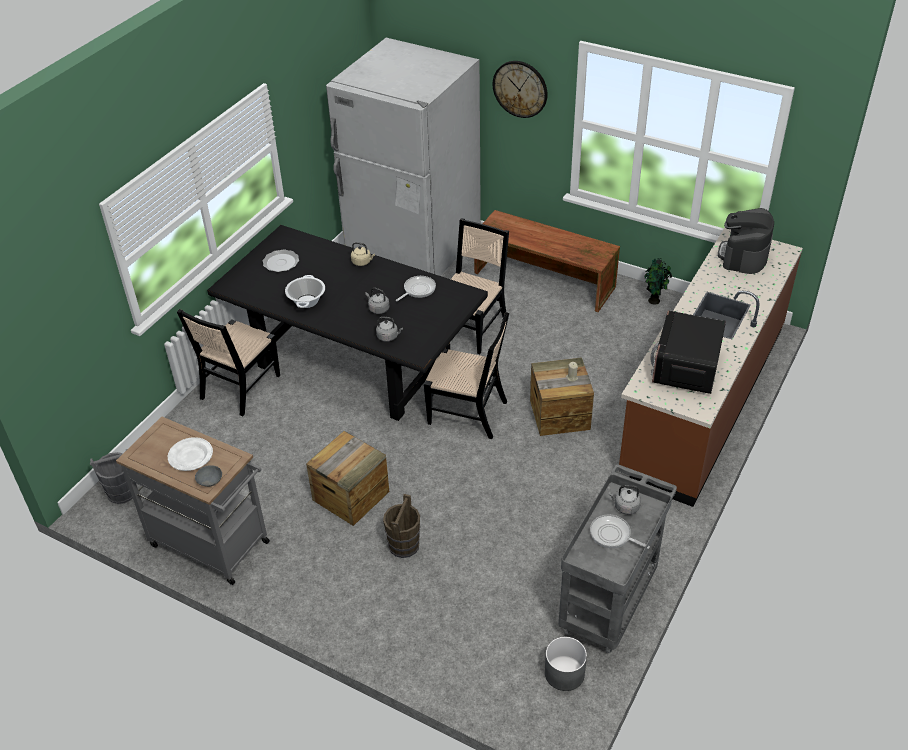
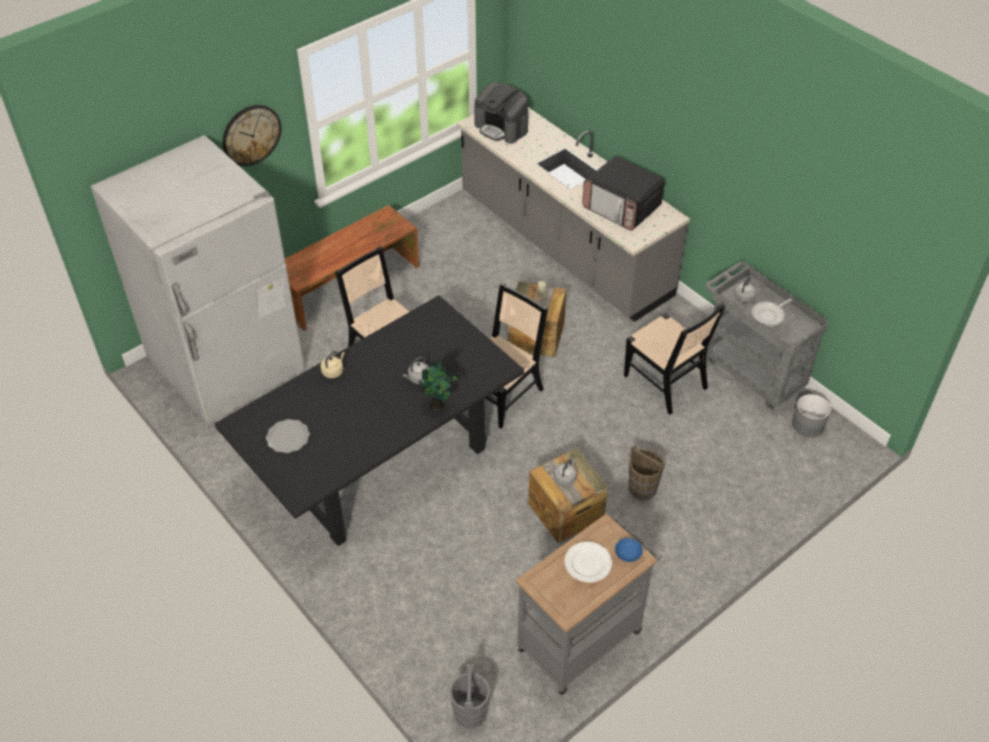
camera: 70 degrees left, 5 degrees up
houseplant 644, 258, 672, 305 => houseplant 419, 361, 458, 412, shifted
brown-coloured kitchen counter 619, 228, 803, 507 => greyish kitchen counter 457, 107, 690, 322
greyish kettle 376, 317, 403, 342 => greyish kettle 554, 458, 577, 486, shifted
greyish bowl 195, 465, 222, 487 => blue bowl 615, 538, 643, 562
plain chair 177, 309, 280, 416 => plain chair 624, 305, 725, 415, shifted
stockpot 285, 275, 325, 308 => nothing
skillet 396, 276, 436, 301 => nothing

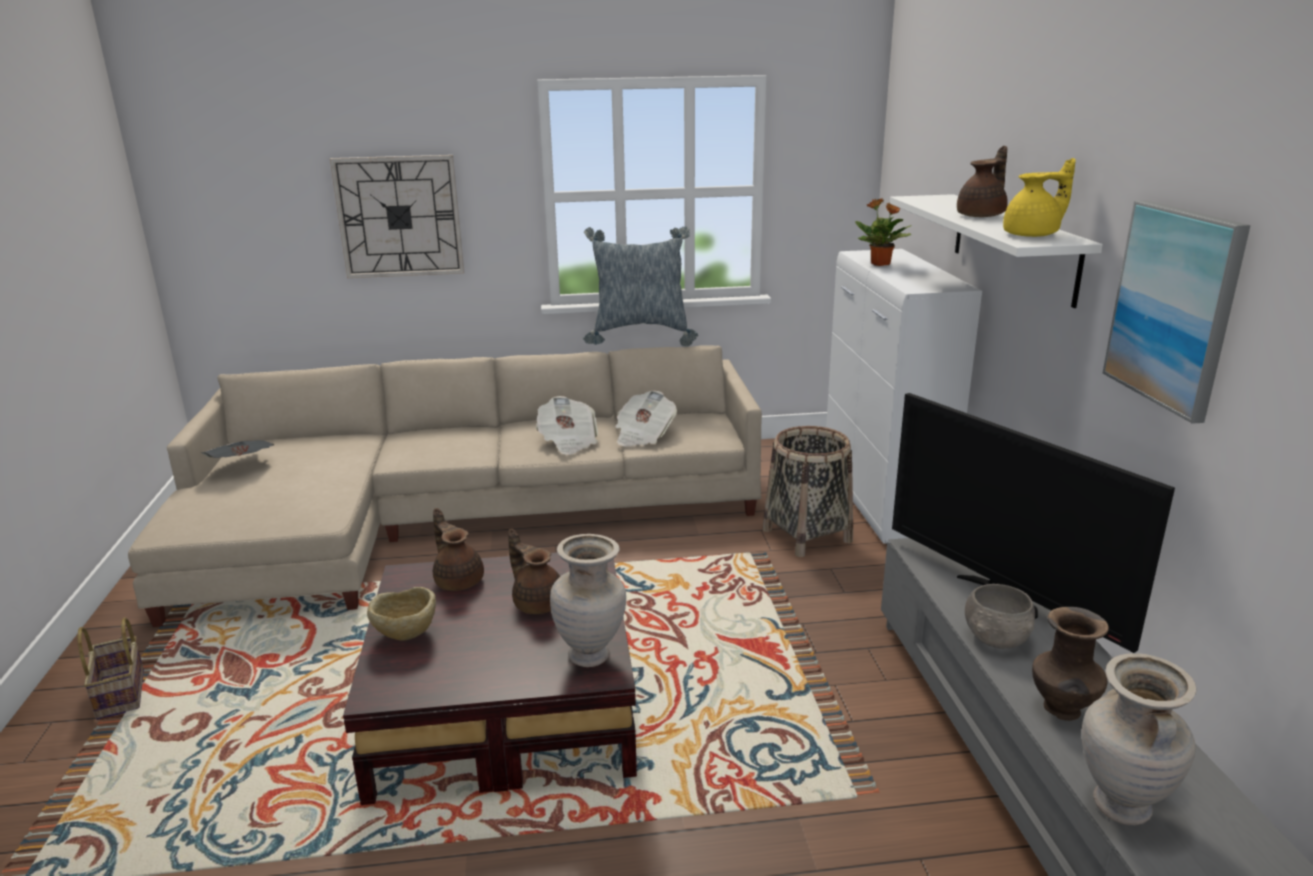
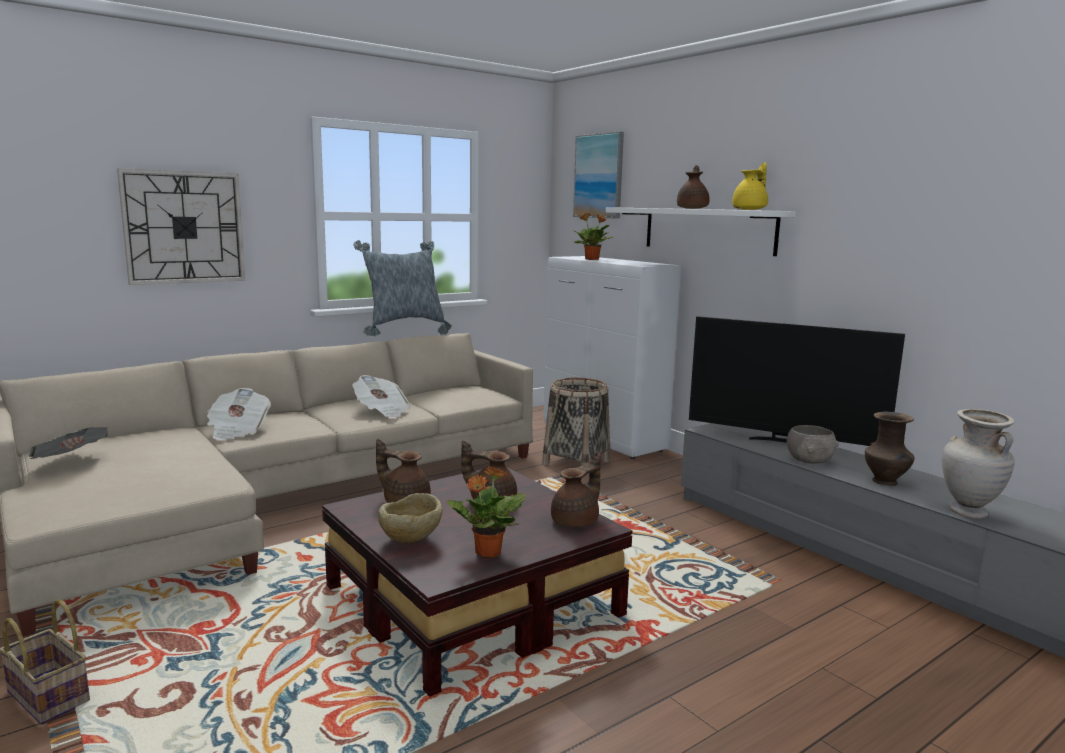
camera: 30 degrees left, 10 degrees down
daily paper 615, 391, 677, 447 => daily paper 207, 388, 271, 440, shifted
nothing => houseplant 447, 466, 526, 557
beige-coloured vase 550, 534, 626, 667 => brown-coloured pot for tea 551, 451, 601, 527
wall picture 1103, 200, 1251, 424 => wall picture 573, 131, 624, 219, shifted

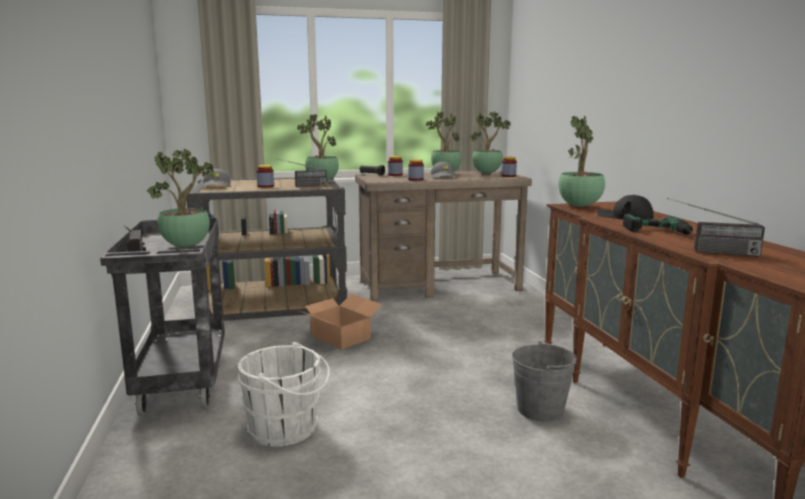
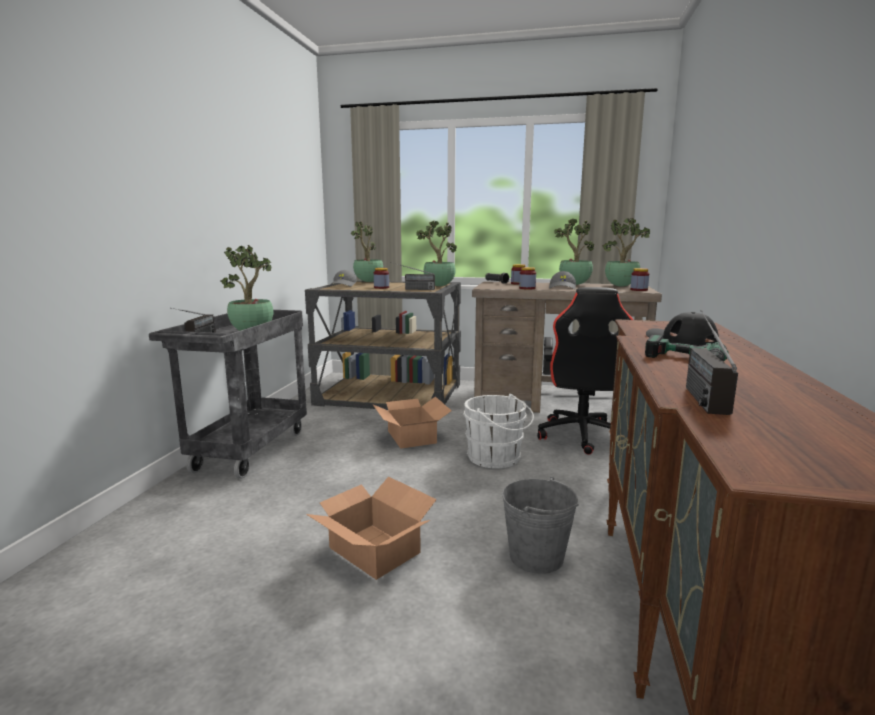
camera: 25 degrees right, 0 degrees up
nothing => packing box 306, 477, 437, 580
houseplant 558, 116, 605, 207 => houseplant 350, 222, 383, 282, shifted
white bucket 238, 342, 330, 447 => white bucket 463, 394, 534, 468, shifted
nothing => blackish office chair 537, 287, 634, 455
radio receiver 667, 198, 765, 257 => radio receiver 686, 310, 738, 415, 60 degrees clockwise

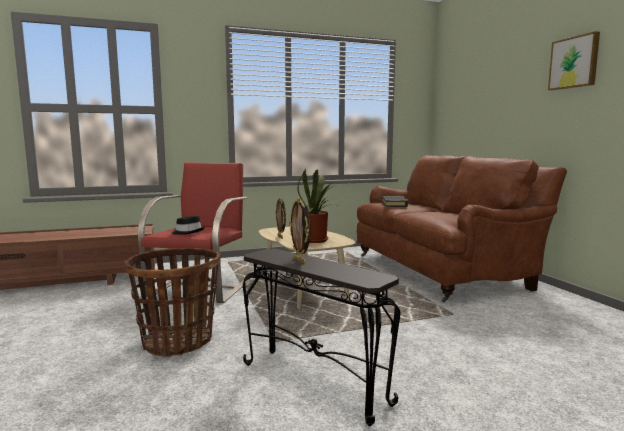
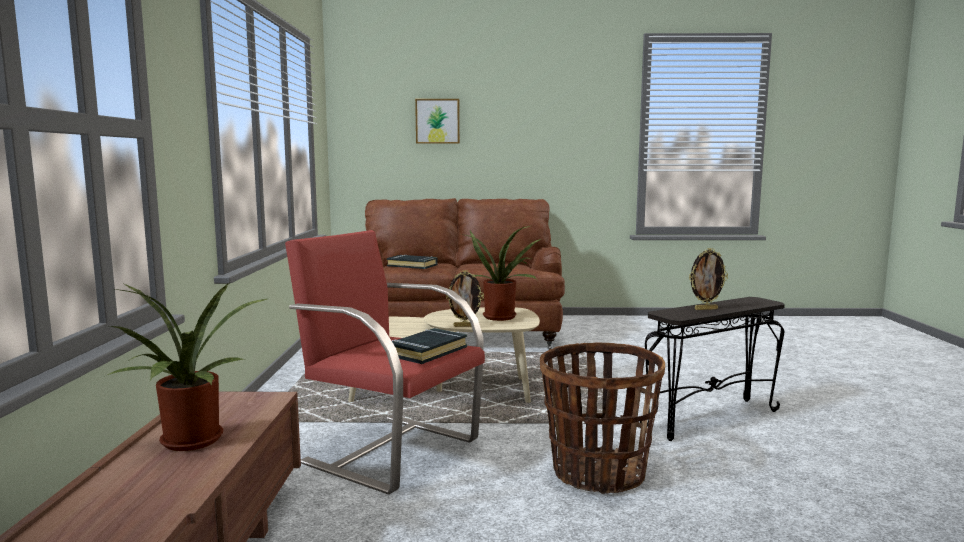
camera: 70 degrees left, 0 degrees up
nothing => houseplant 108, 283, 267, 451
blackish clothing hat 172, 215, 204, 235 => blackish book 392, 328, 467, 364
wall picture 548, 31, 600, 90 => wall picture 415, 99, 460, 144, shifted

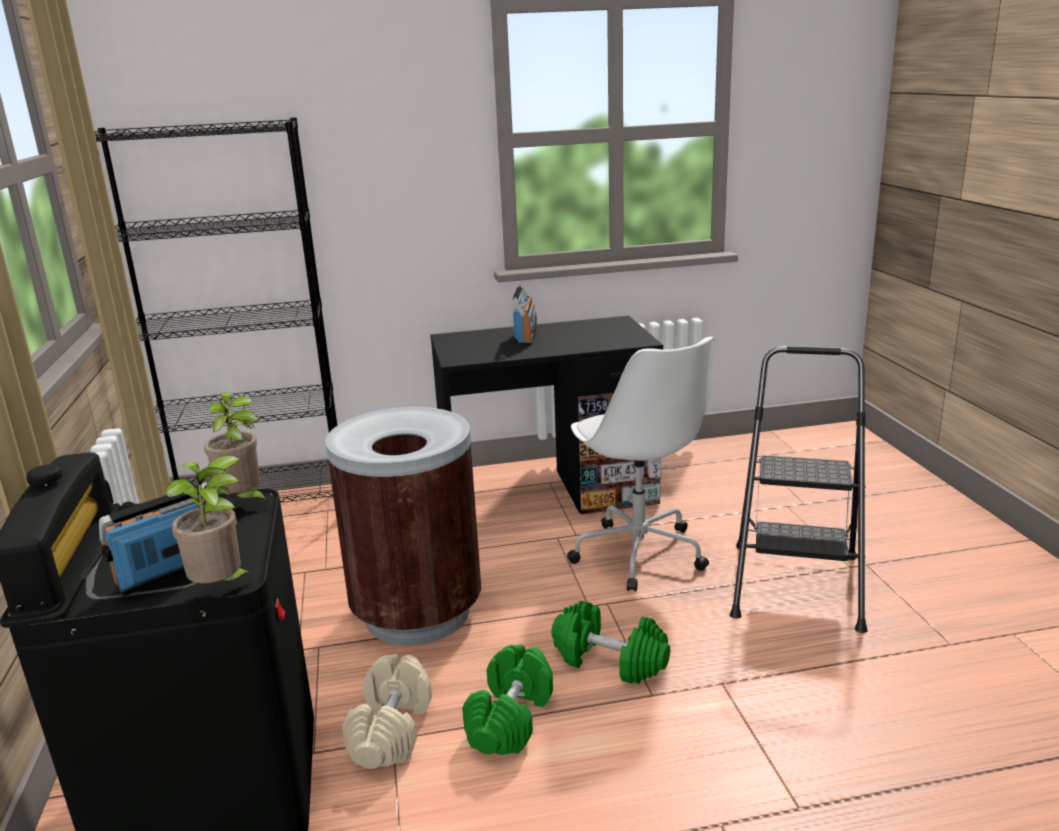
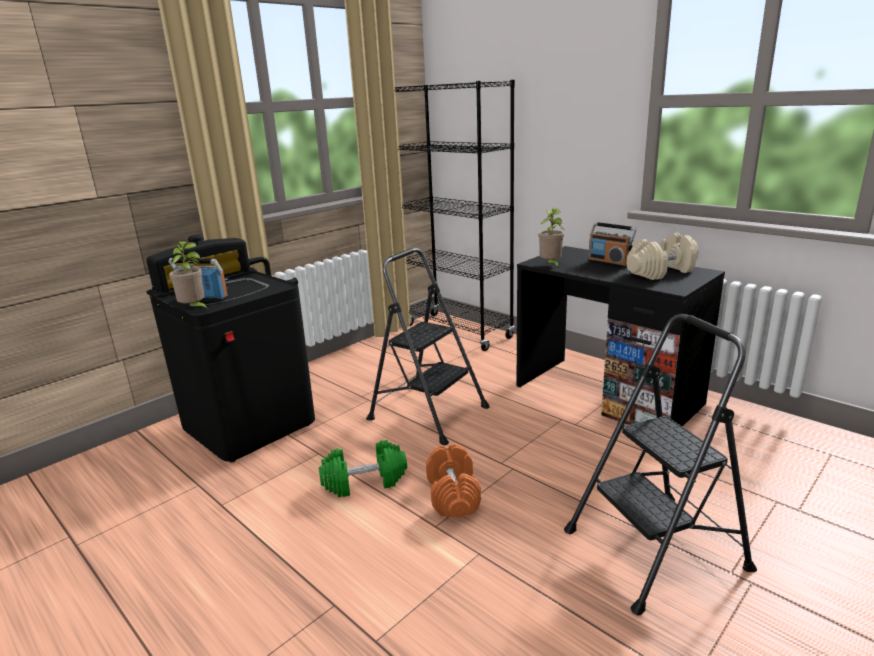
camera: 55 degrees right, 0 degrees up
brown-coloured waste bin 325, 407, 481, 645 => blackish step ladder 366, 248, 490, 445
green free weight 551, 601, 670, 684 => orangey free weight 426, 444, 481, 517
houseplant 204, 393, 268, 503 => houseplant 539, 208, 564, 268, shifted
radio receiver 512, 285, 537, 345 => radio receiver 588, 222, 637, 268, 75 degrees clockwise
beige-coloured free weight 343, 654, 432, 769 => beige-coloured free weight 627, 233, 699, 280, shifted
white office chair 567, 337, 715, 591 => nothing

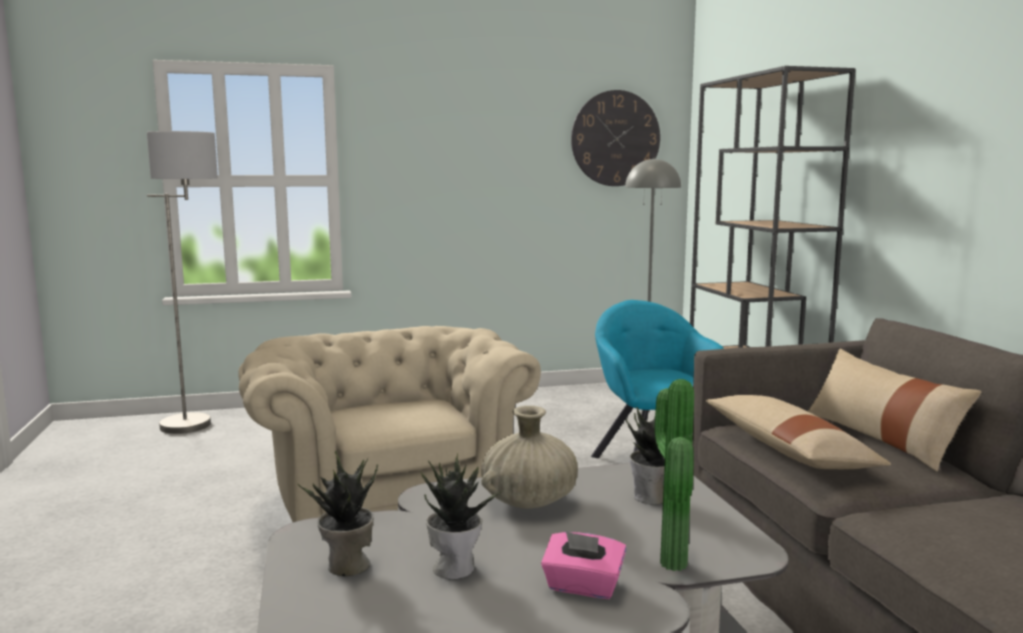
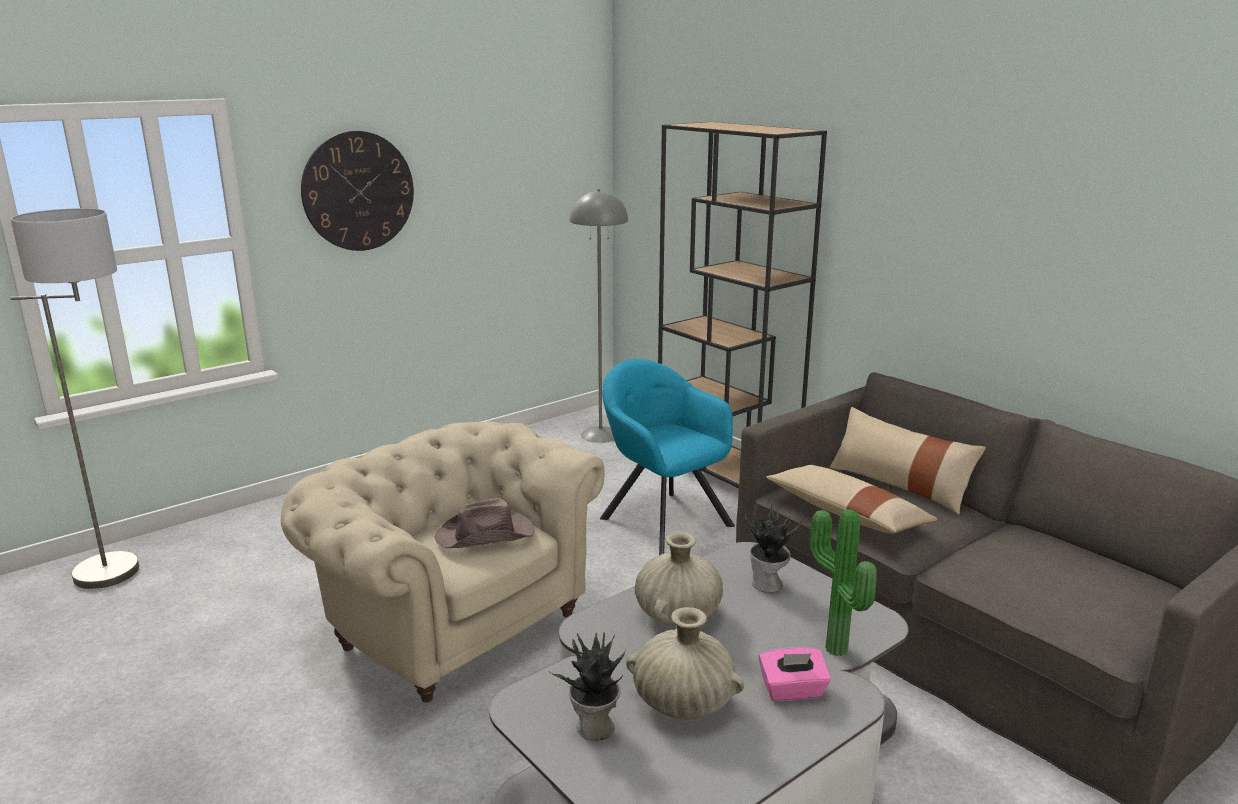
camera: 25 degrees left, 10 degrees up
hanging clock 571, 90, 660, 186 => hanging clock 301, 131, 414, 251, shifted
nothing => brown-coloured clothing hat 434, 498, 534, 548
houseplant 420, 453, 504, 579 => beige-coloured vase 626, 607, 744, 719

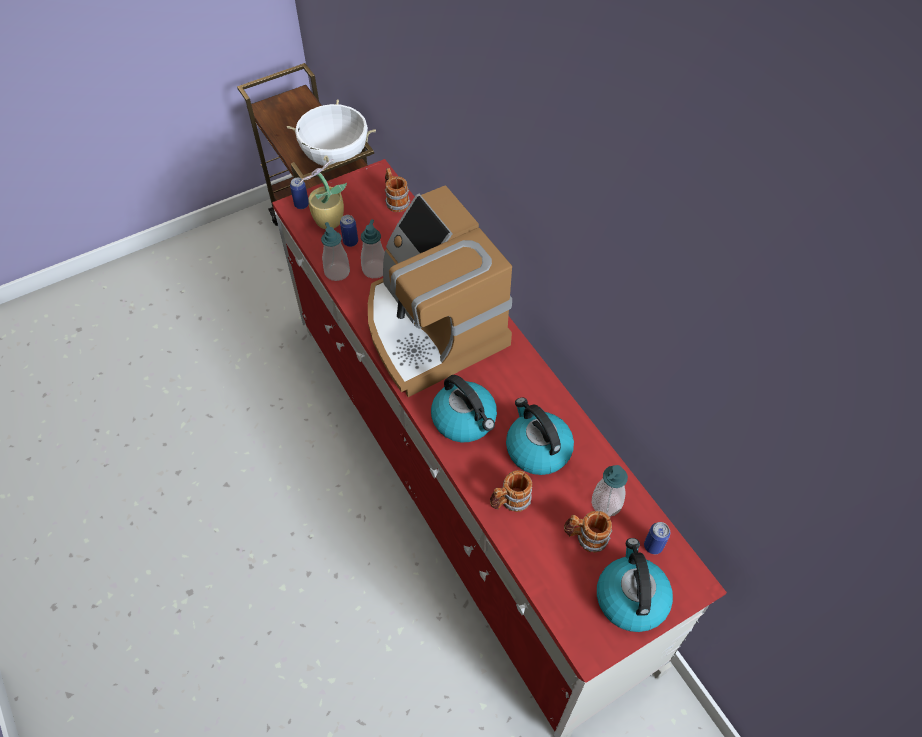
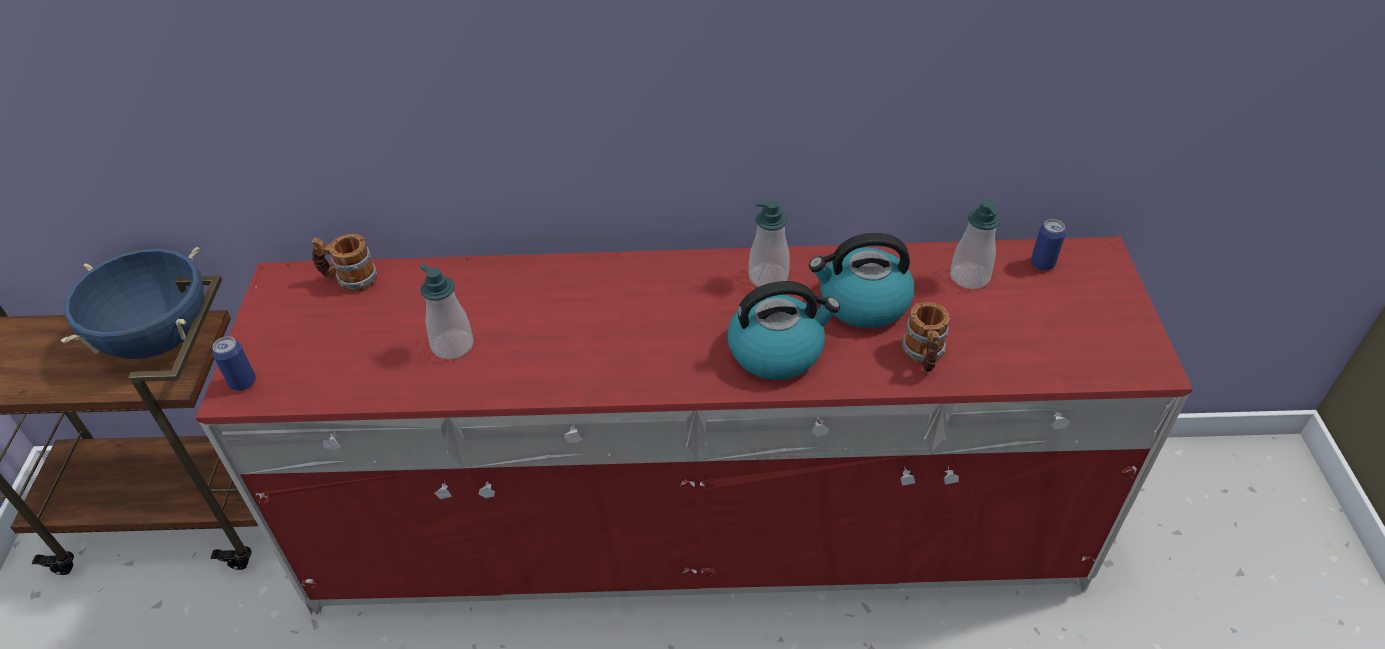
camera: 60 degrees left, 10 degrees down
white stockpot 287, 100, 376, 166 => blue stockpot 61, 247, 204, 359
soap dispenser 321, 222, 350, 281 => soap dispenser 749, 200, 790, 287, shifted
houseplant 300, 159, 347, 229 => nothing
sealed can 340, 215, 358, 247 => nothing
coffee maker 368, 185, 512, 397 => nothing
tea mug 564, 511, 612, 553 => nothing
kettle 597, 538, 673, 632 => nothing

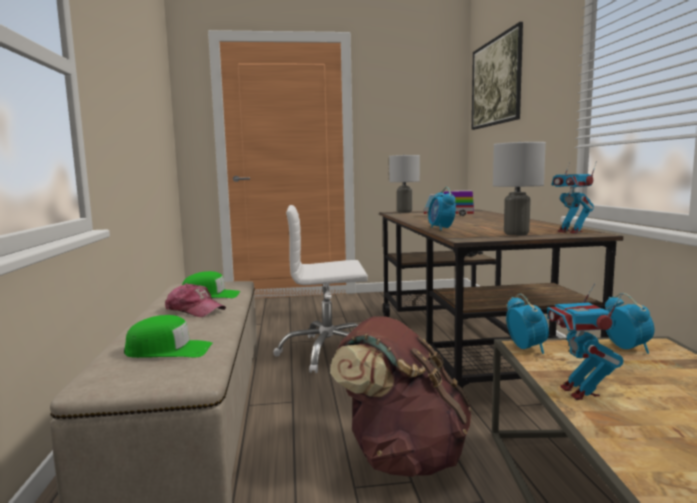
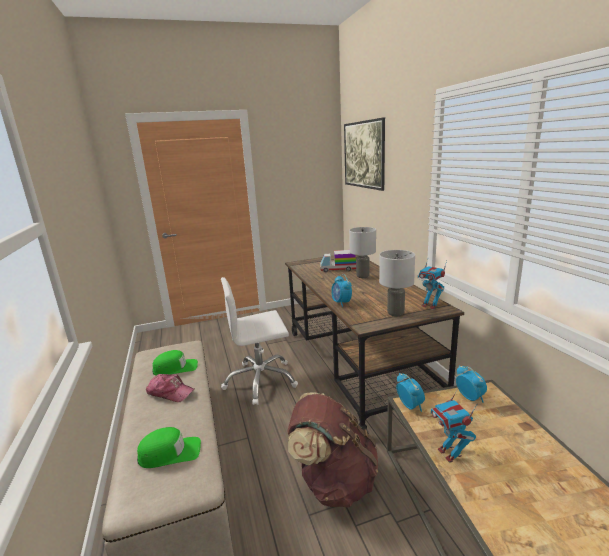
camera: 10 degrees left, 10 degrees up
white table lamp 389, 154, 420, 213 => white table lamp 349, 227, 376, 278, shifted

